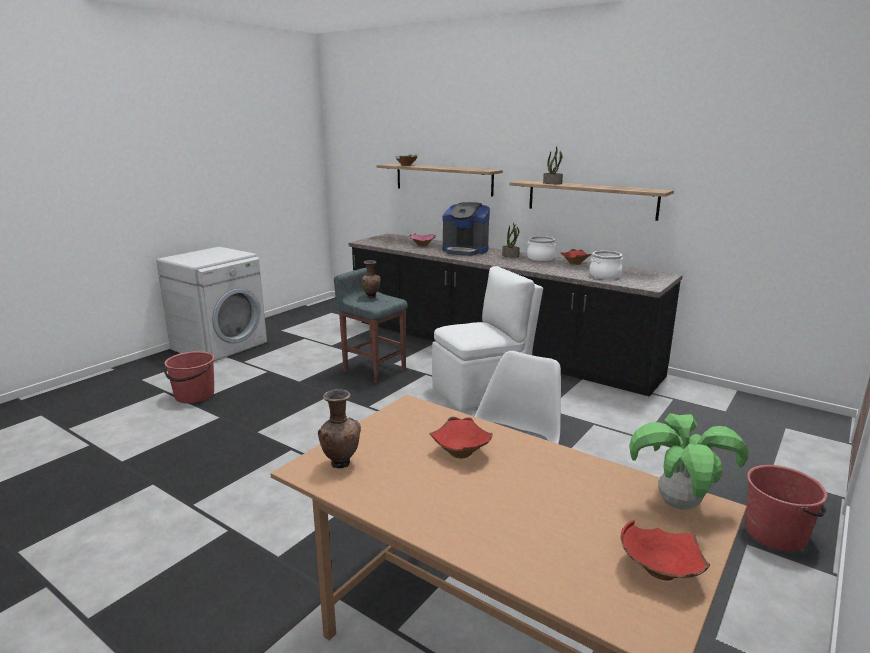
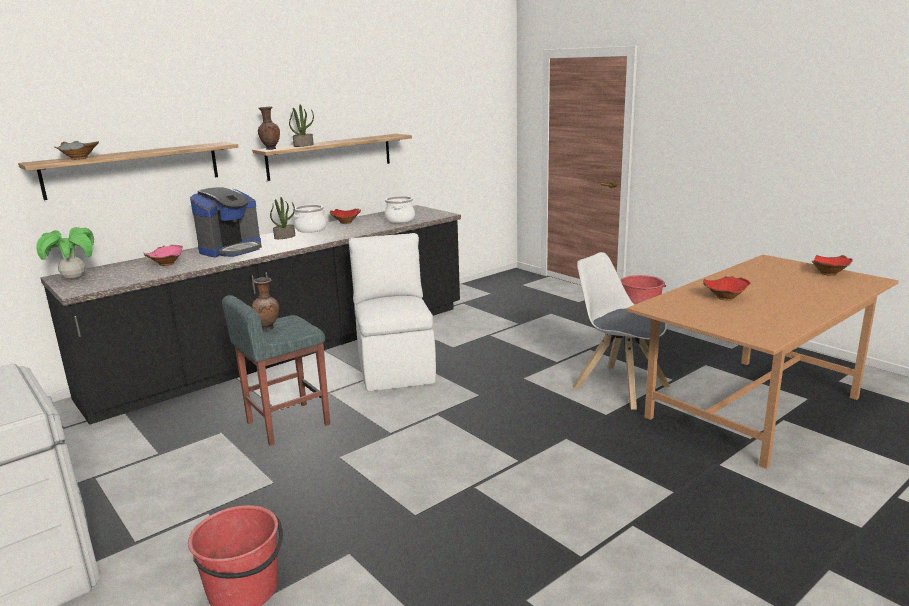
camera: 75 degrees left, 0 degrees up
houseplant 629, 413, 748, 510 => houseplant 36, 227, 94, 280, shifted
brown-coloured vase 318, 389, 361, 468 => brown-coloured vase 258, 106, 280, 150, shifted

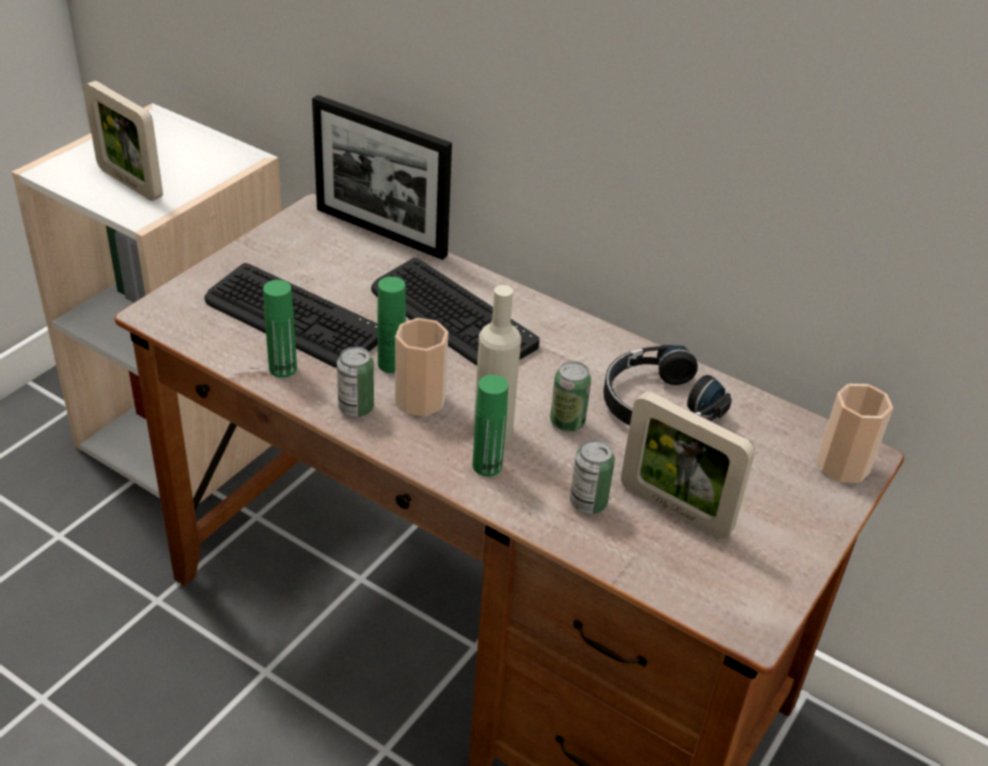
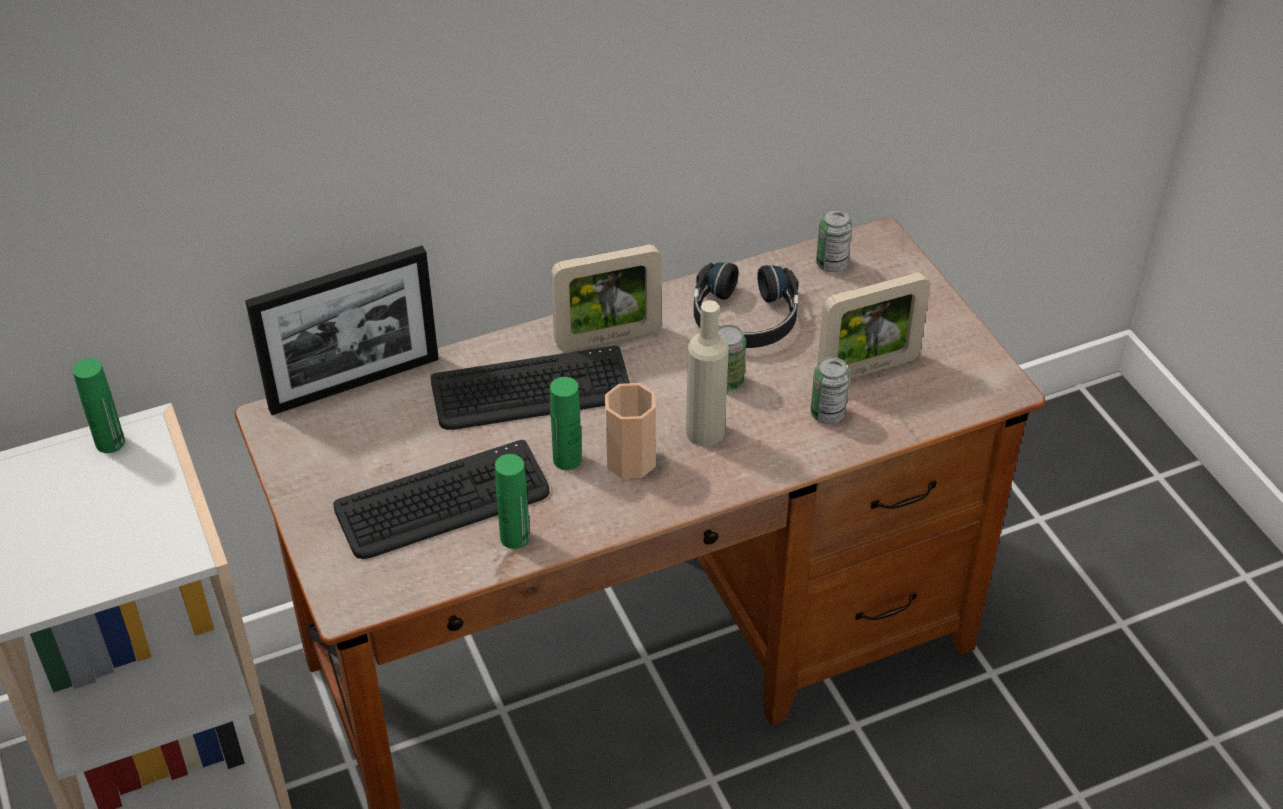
camera: 55 degrees left, 5 degrees up
green drink bottle 472, 375, 508, 476 => green drink bottle 72, 358, 125, 453, shifted
picture frame 84, 81, 163, 201 => picture frame 551, 244, 662, 351, shifted
sealed can 337, 346, 374, 417 => sealed can 816, 209, 852, 272, shifted
drinking cup 817, 384, 893, 483 => nothing

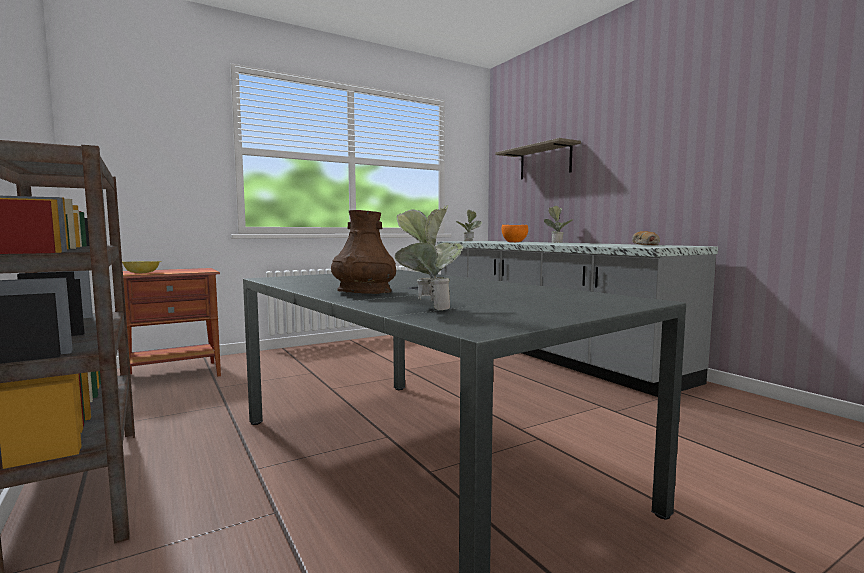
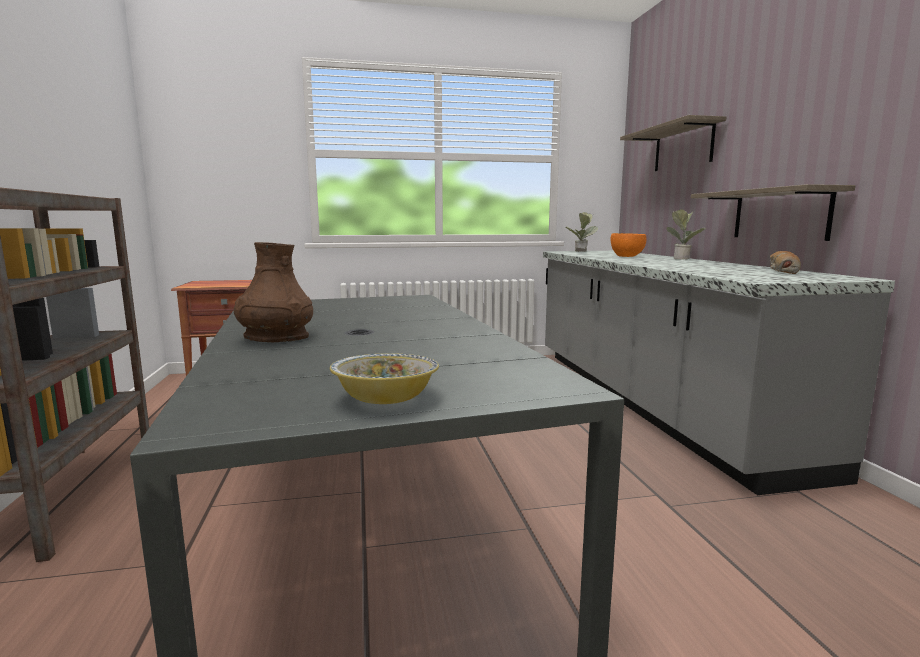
camera: 20 degrees right, 5 degrees up
bowl 122, 261, 162, 273 => bowl 330, 353, 439, 404, shifted
nothing => wall shelf 691, 184, 855, 241
houseplant 395, 205, 464, 311 => nothing

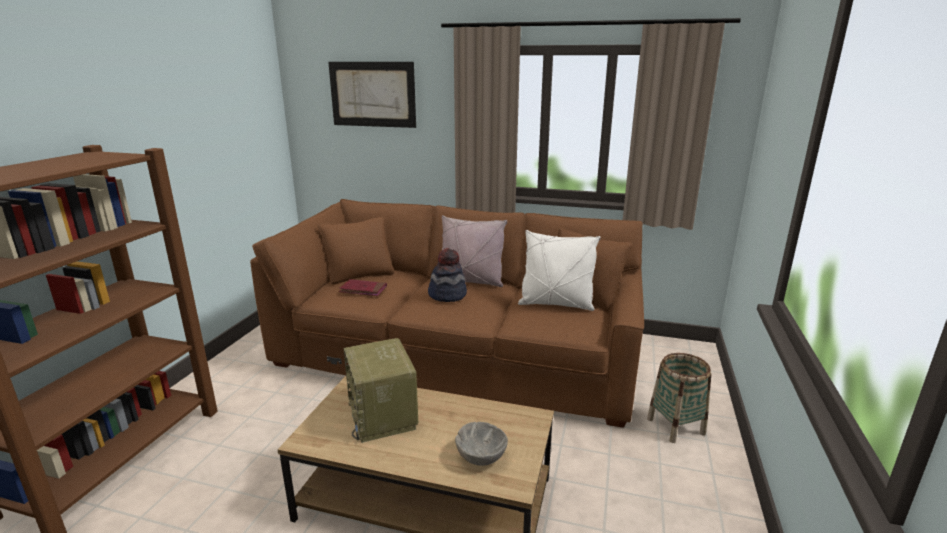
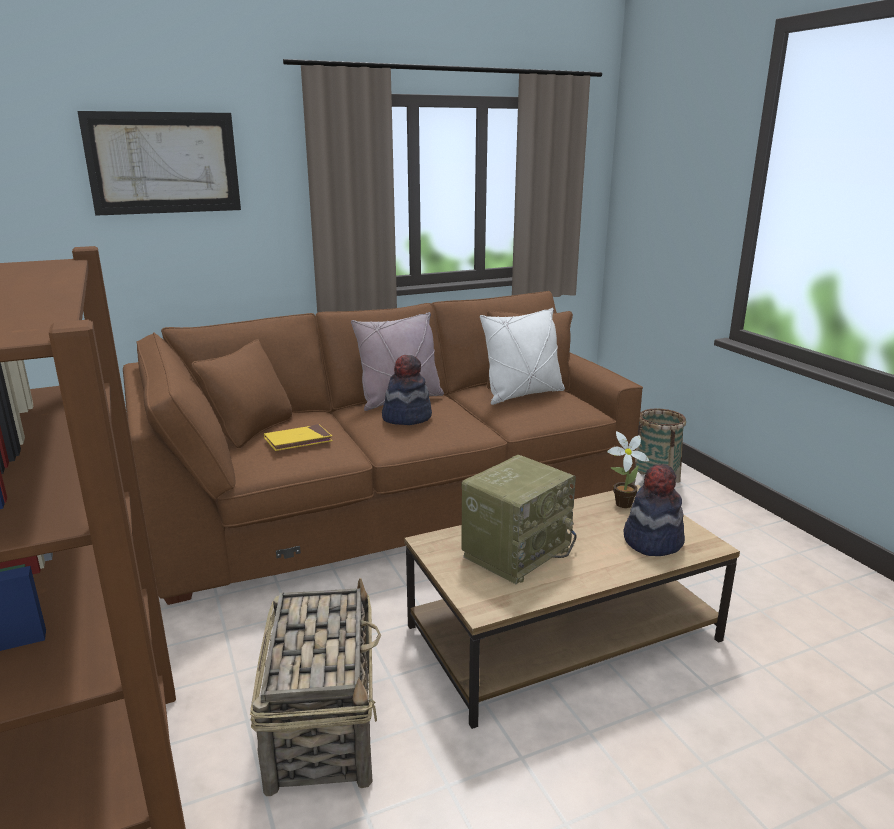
camera: 40 degrees left, 0 degrees up
nothing => storage basket 250, 578, 381, 796
red-coloured book 339, 279, 387, 296 => yellow-coloured book 264, 424, 333, 451
radio receiver 344, 338, 418, 443 => radio receiver 461, 455, 576, 584, 75 degrees counterclockwise
nothing => houseplant 607, 431, 649, 508
greyish bowl 455, 422, 508, 466 => clothing hat 623, 464, 685, 556

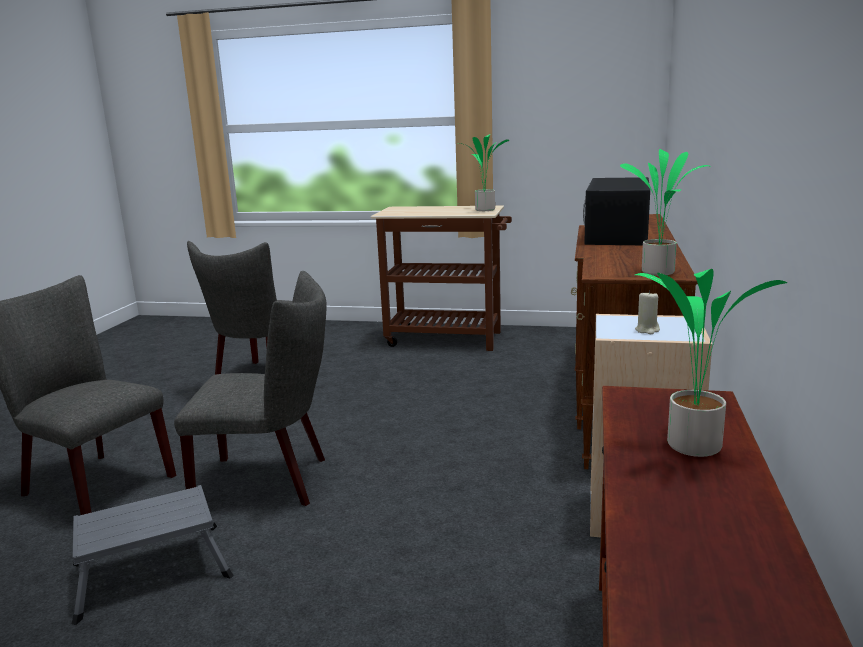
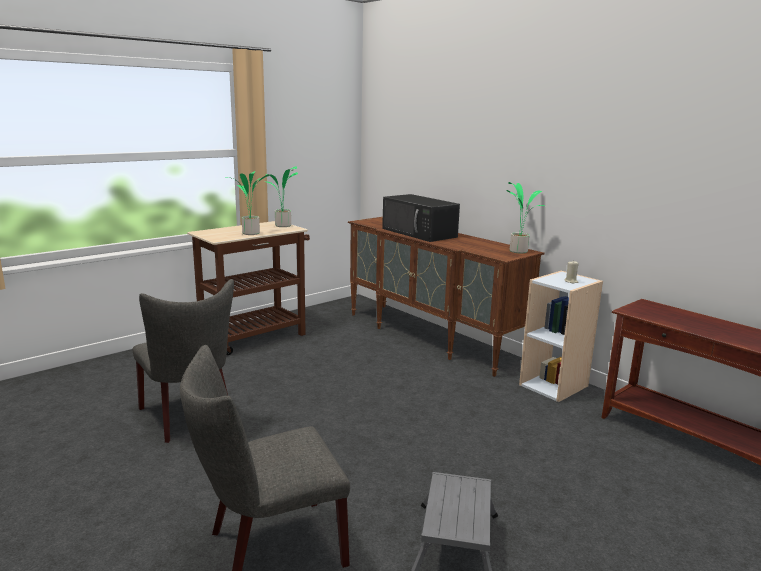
camera: 55 degrees left, 0 degrees up
houseplant 635, 269, 787, 457 => houseplant 225, 171, 270, 235, shifted
greyish plain chair 174, 271, 327, 506 => nothing

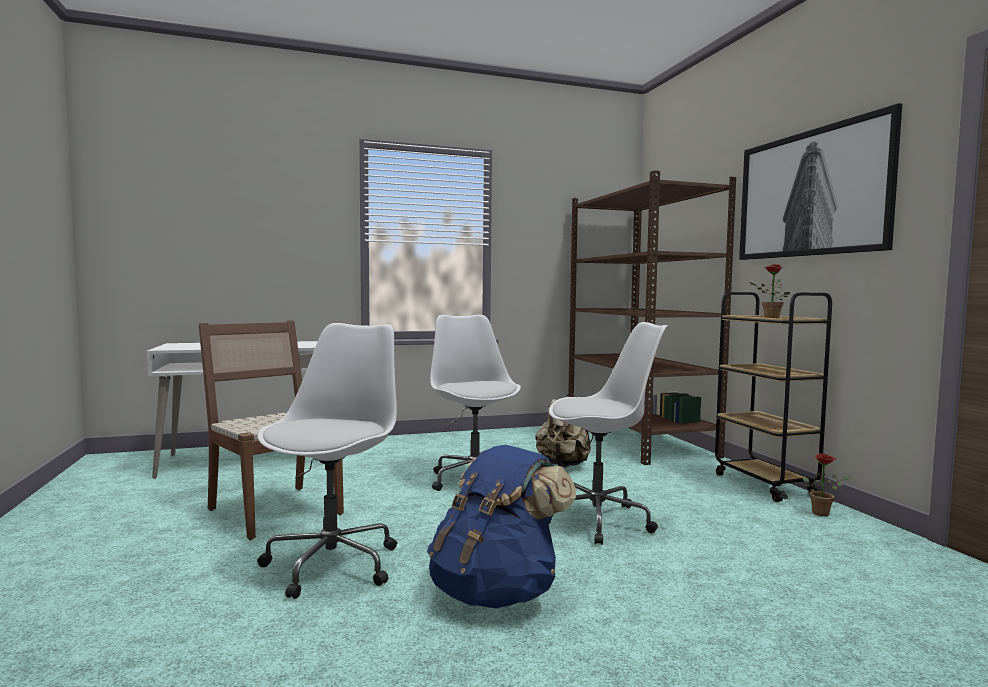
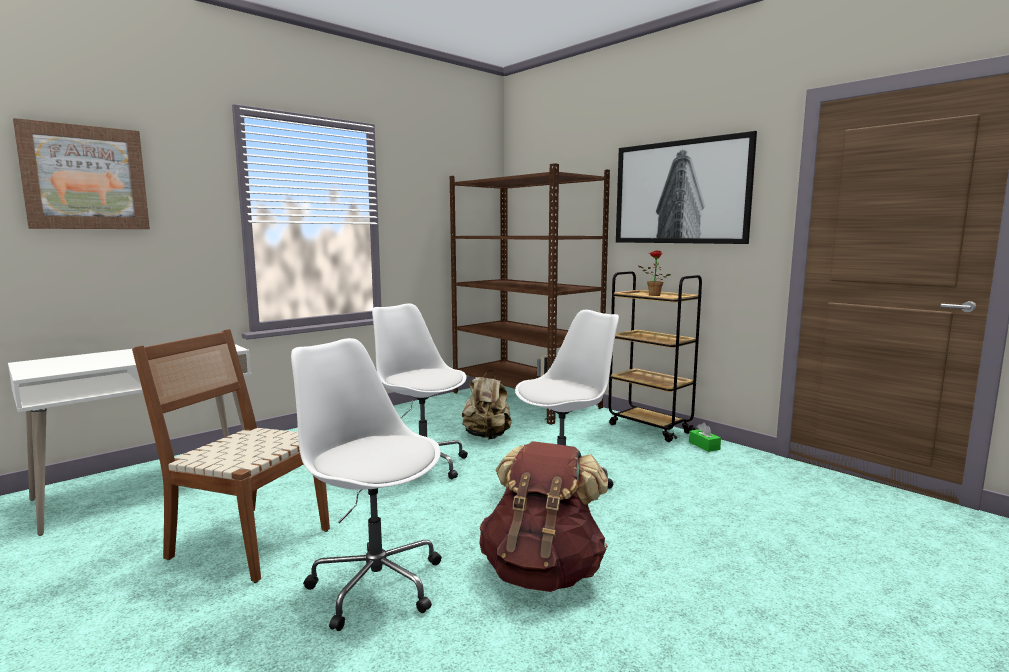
camera: 25 degrees left, 5 degrees up
nothing => wall picture 13, 118, 150, 229
white office chair 257, 323, 397, 599 => white office chair 291, 338, 442, 631, 45 degrees counterclockwise
blue knapsack 427, 445, 576, 609 => brown-coloured knapsack 480, 441, 608, 592
houseplant 803, 453, 852, 516 => green tissue holder 689, 423, 721, 452

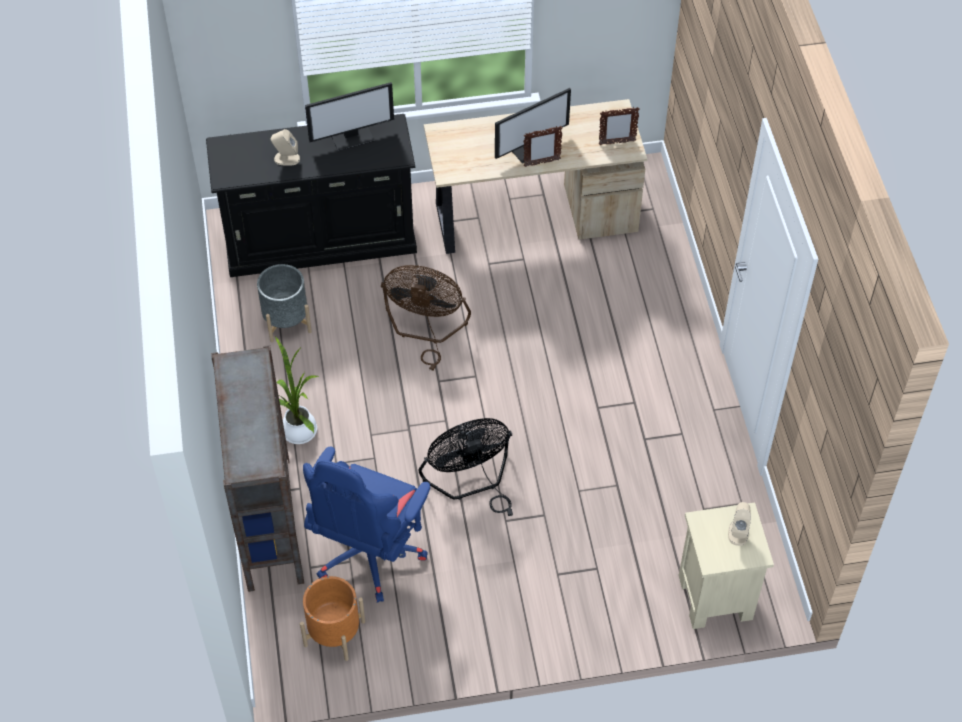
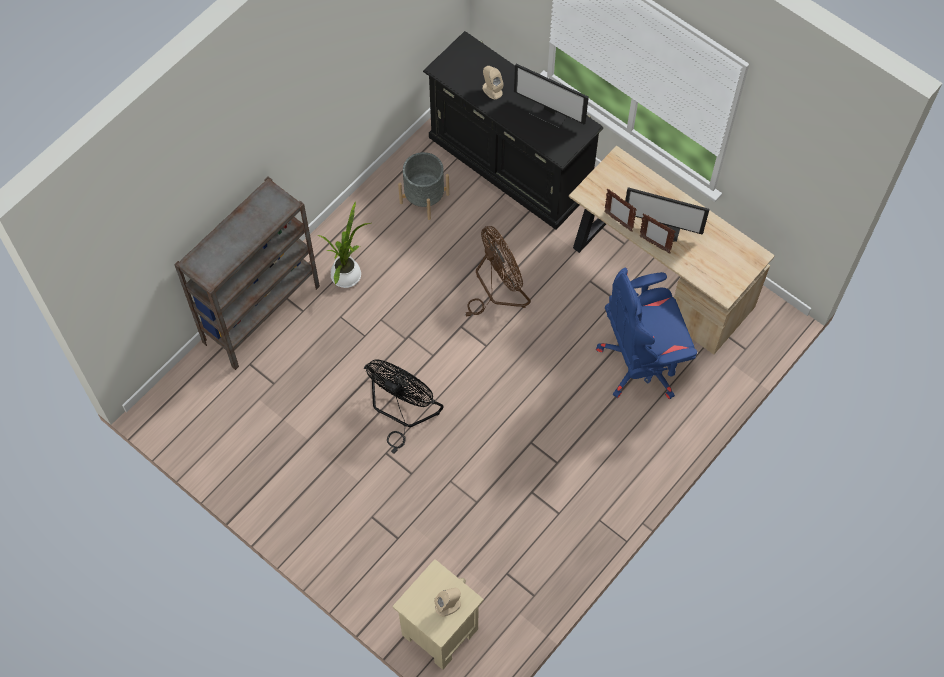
camera: 50 degrees right, 10 degrees up
blue office chair 303, 446, 430, 603 => blue office chair 596, 268, 697, 399, shifted
picture frame 599, 107, 640, 145 => picture frame 605, 189, 637, 232, shifted
orangey planter 300, 576, 365, 661 => nothing

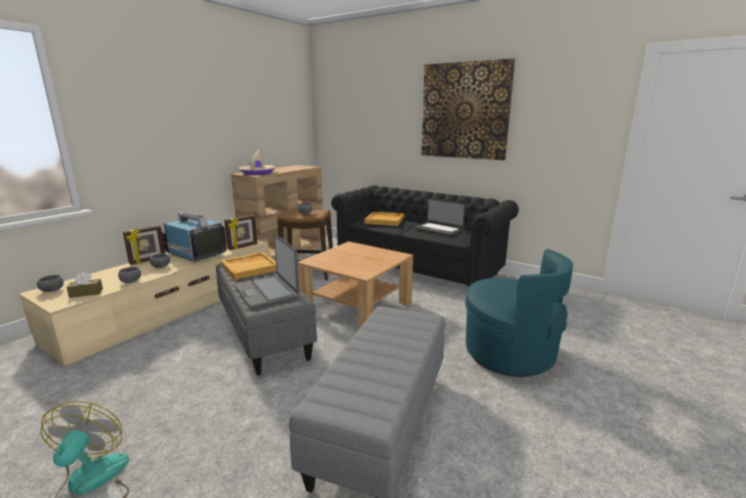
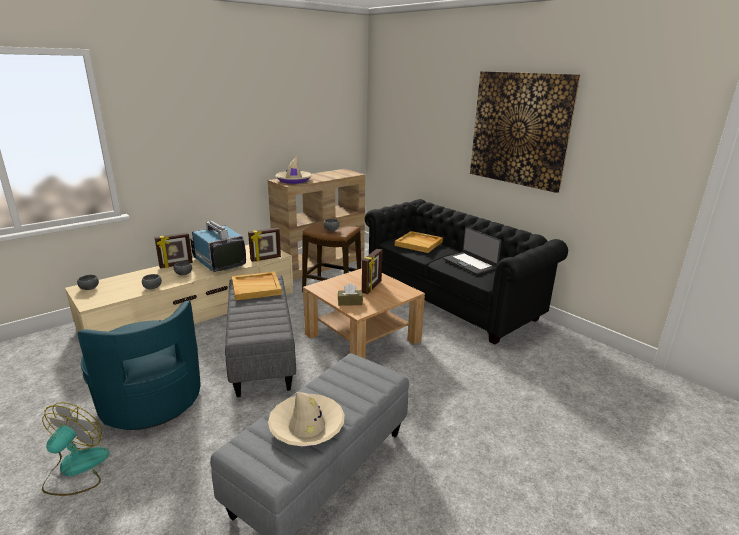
camera: 15 degrees right, 5 degrees up
blue-green armchair 465, 249, 573, 377 => blue-green armchair 78, 301, 201, 430, shifted
nothing => beige-coloured clothing hat 268, 392, 345, 447
brown-coloured tissue holder 66, 272, 103, 298 => brown-coloured tissue holder 338, 283, 363, 306, shifted
nothing => picture frame 362, 249, 382, 294
portable computer 234, 234, 299, 309 => nothing

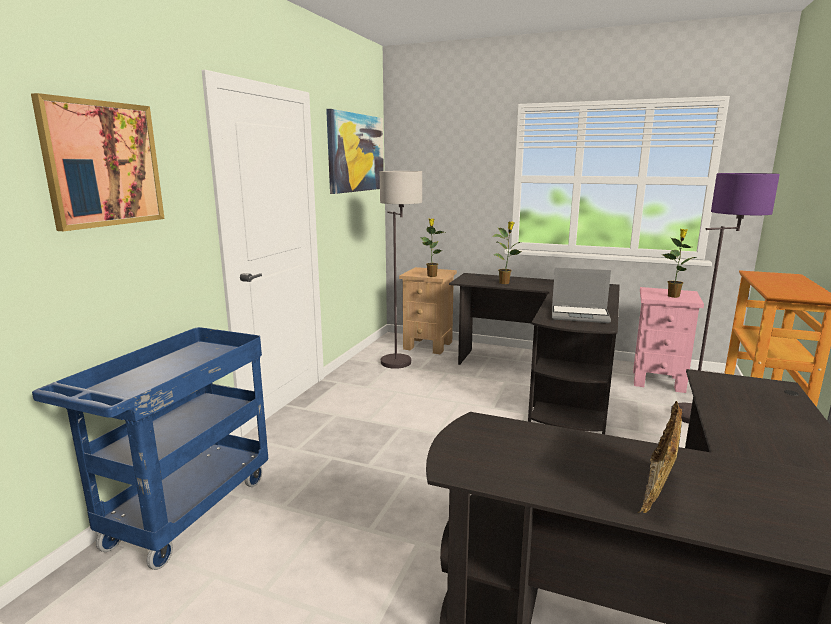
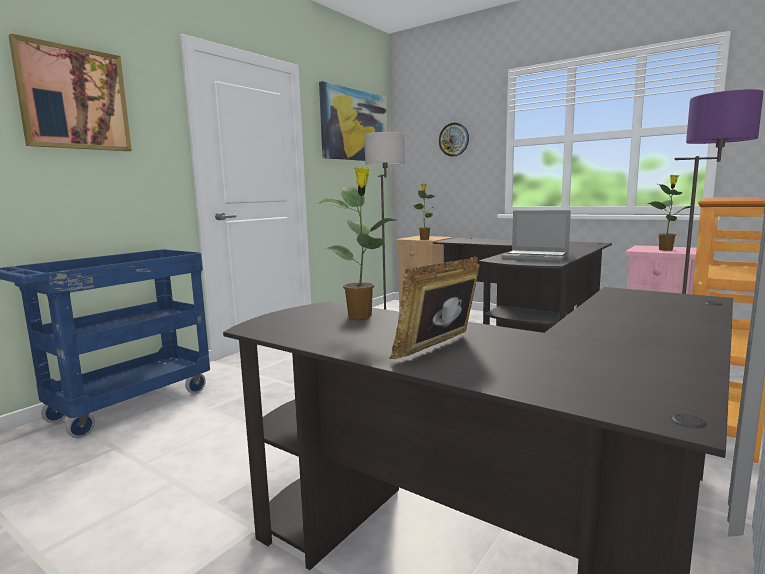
camera: 15 degrees right, 5 degrees down
houseplant 492, 222, 522, 284 => houseplant 315, 167, 396, 319, shifted
nothing => hanging clock 439, 123, 469, 157

